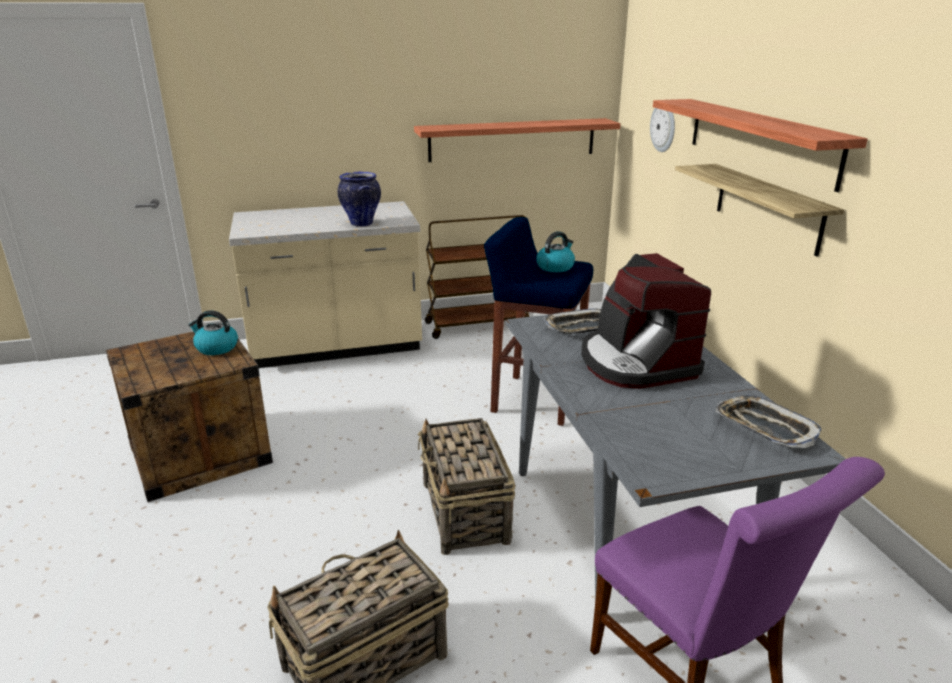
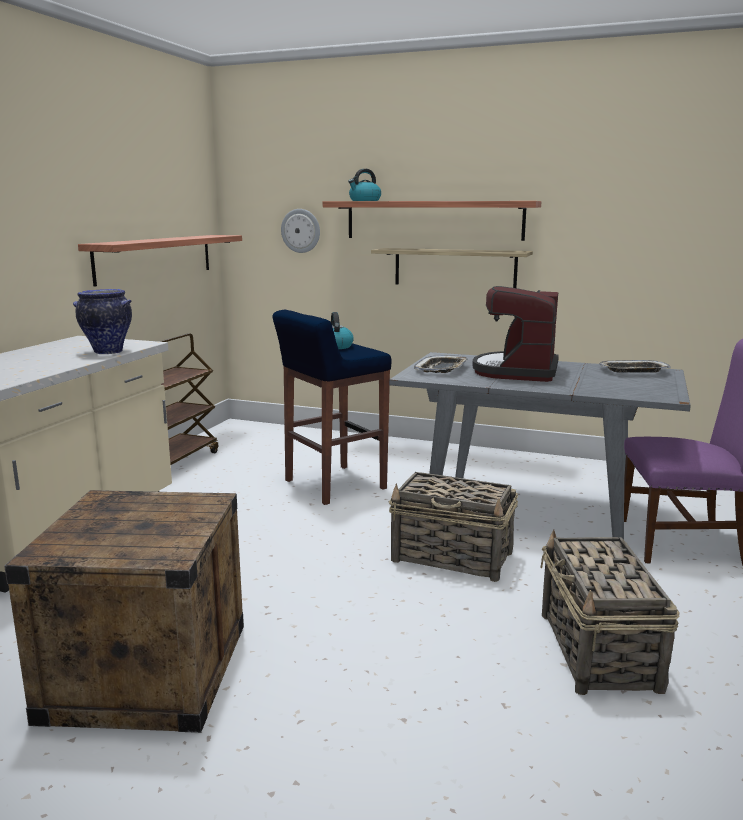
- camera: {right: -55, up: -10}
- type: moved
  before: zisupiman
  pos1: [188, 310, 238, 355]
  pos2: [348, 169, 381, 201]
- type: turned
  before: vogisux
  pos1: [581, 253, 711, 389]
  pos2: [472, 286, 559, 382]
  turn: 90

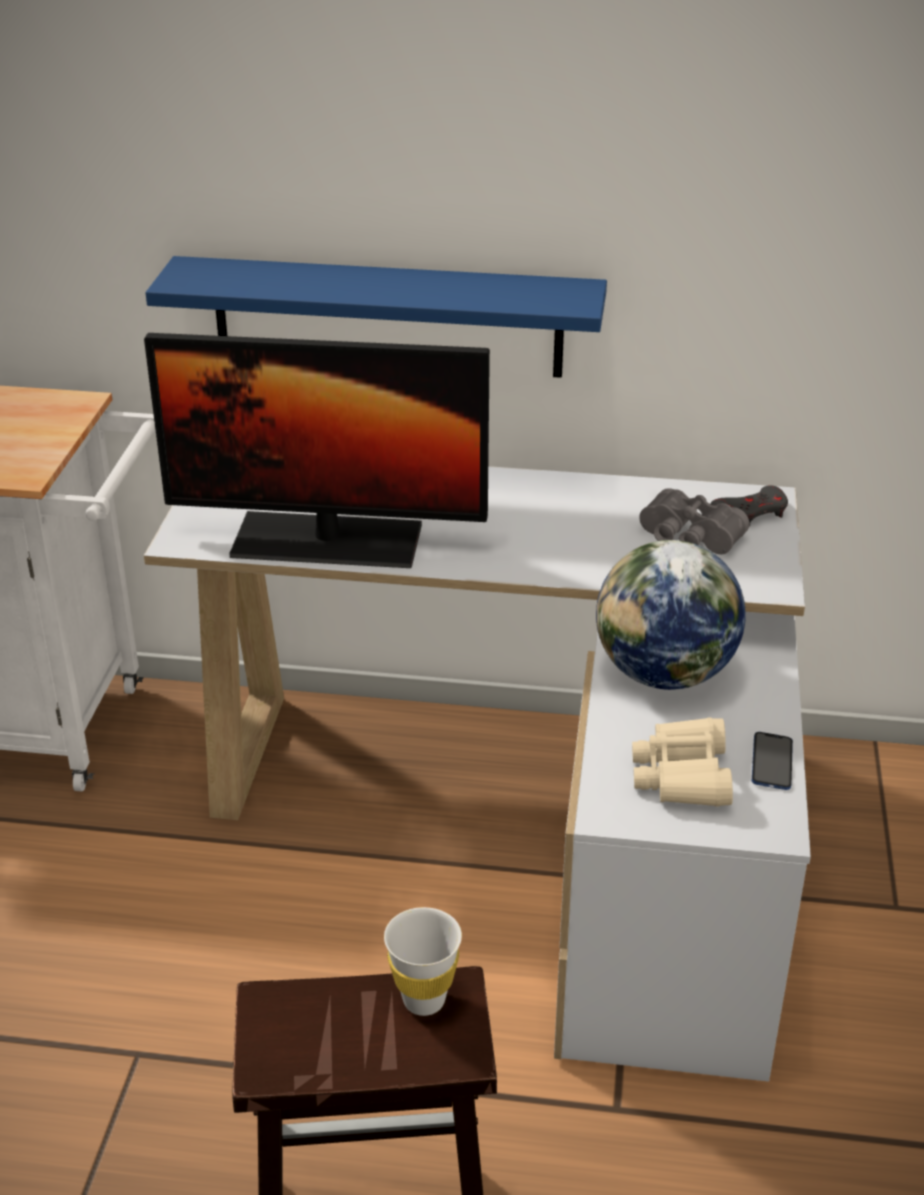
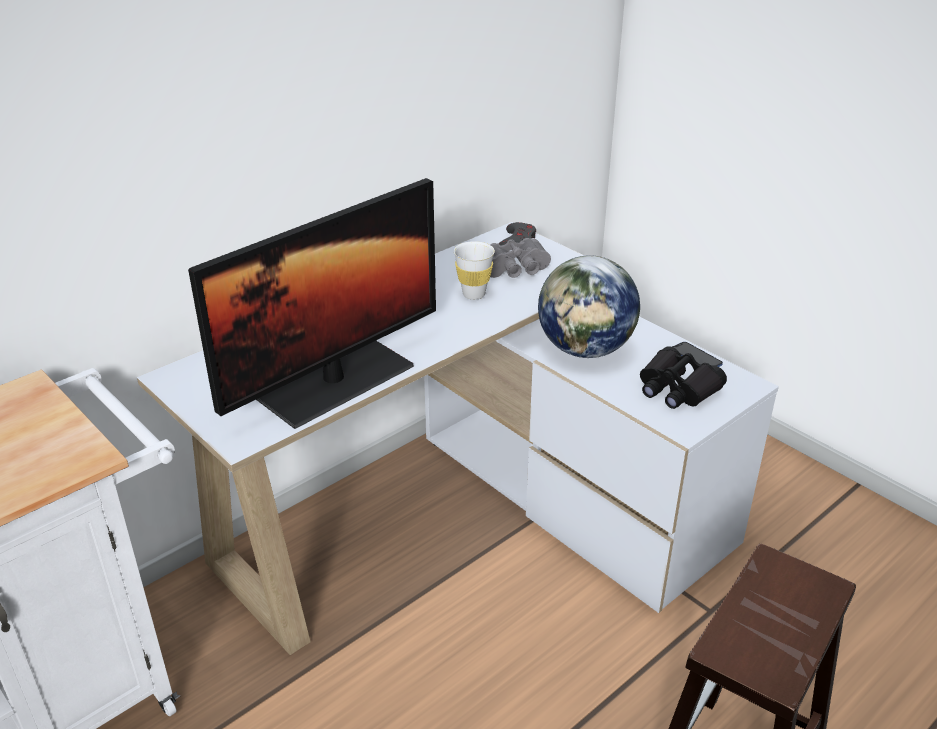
- camera: {right: -50, up: 0}
- type: moved
  before: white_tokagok
  pos1: [384, 907, 462, 1016]
  pos2: [454, 241, 495, 300]
- type: recoloured
  before: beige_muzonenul
  after: black_muzonenul
  pos1: [632, 718, 733, 807]
  pos2: [640, 346, 727, 409]
- type: removed
  before: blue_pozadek
  pos1: [146, 256, 607, 378]

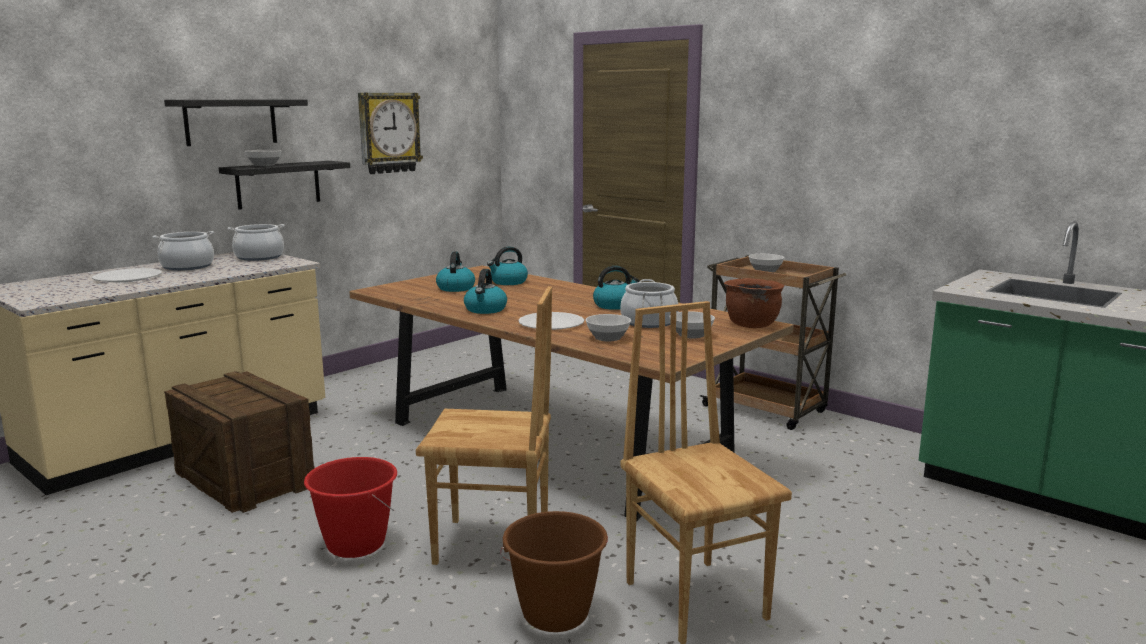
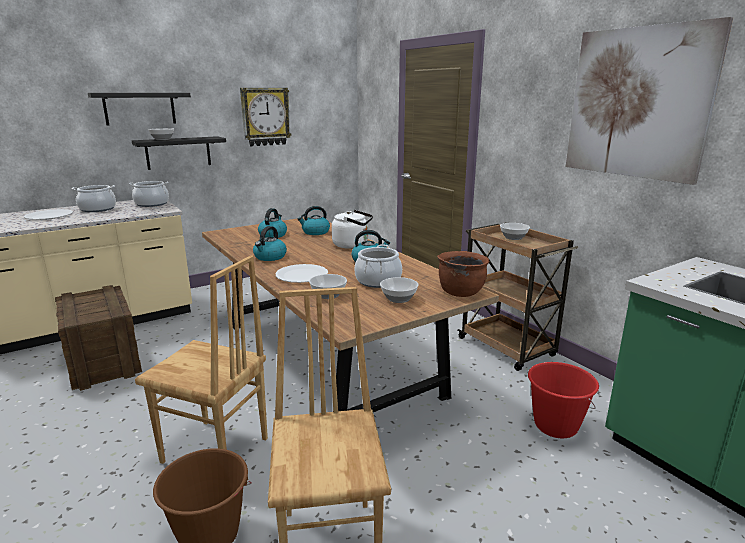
- camera: {right: 15, up: 5}
- type: added
  after: white_zisupiman
  pos2: [332, 210, 373, 249]
- type: moved
  before: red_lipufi
  pos1: [304, 457, 397, 558]
  pos2: [528, 362, 599, 438]
- type: added
  after: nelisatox
  pos2: [566, 17, 733, 185]

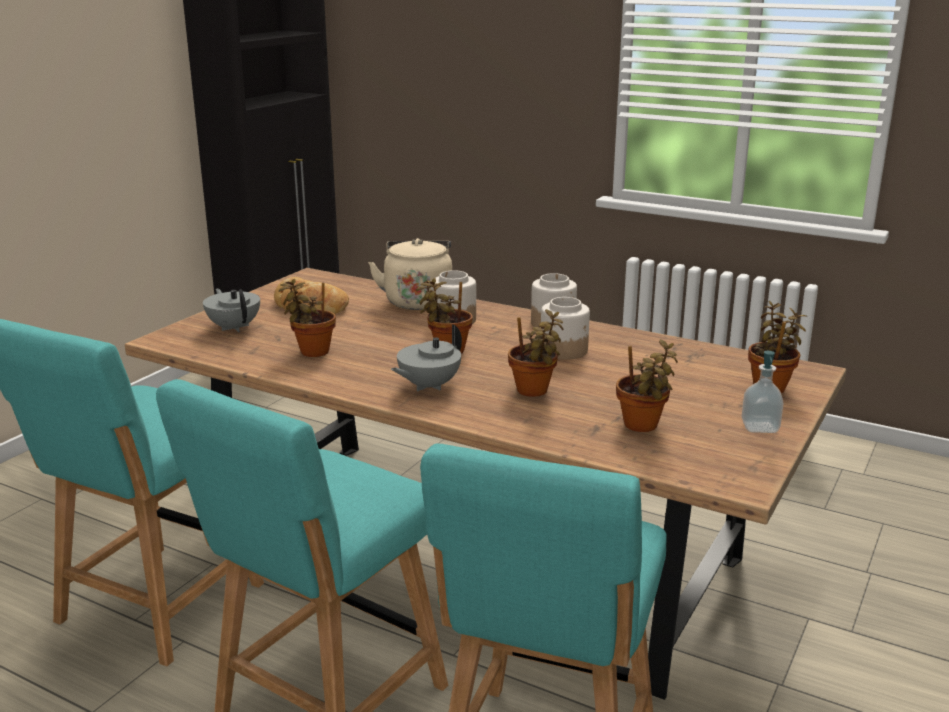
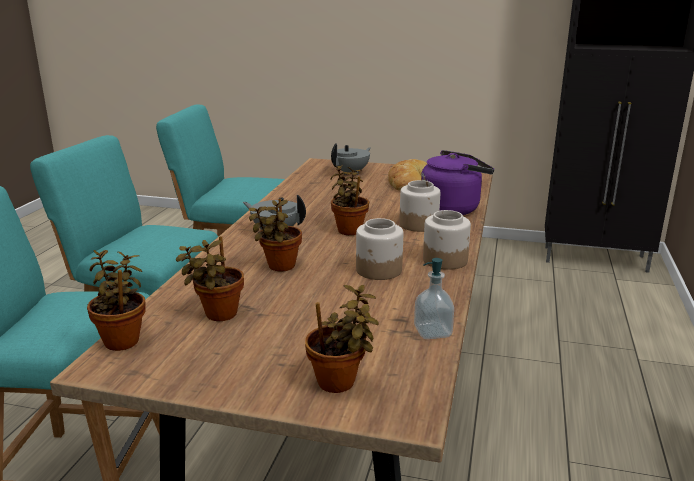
- camera: {right: 75, up: 0}
- type: moved
  before: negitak
  pos1: [279, 279, 336, 357]
  pos2: [87, 250, 146, 351]
- type: moved
  before: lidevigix
  pos1: [742, 351, 783, 433]
  pos2: [414, 258, 454, 339]
- type: recoloured
  before: beige_zisupiman
  after: purple_zisupiman
  pos1: [368, 238, 452, 310]
  pos2: [421, 150, 494, 215]

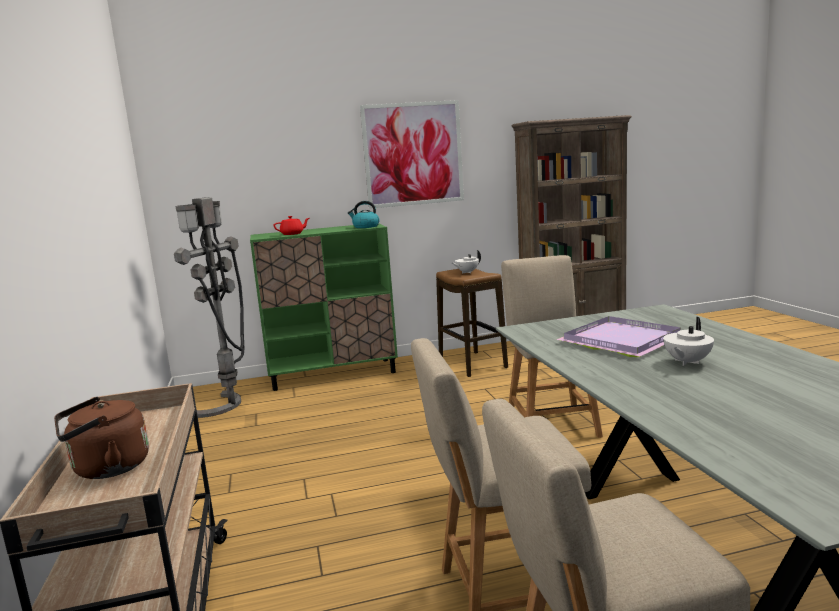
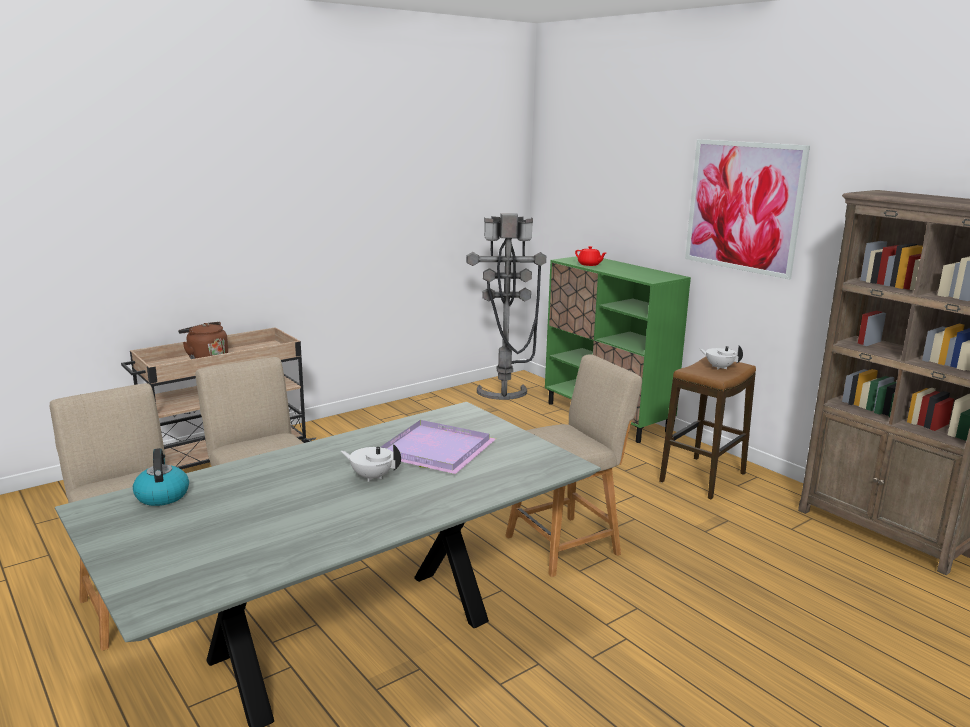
- camera: {right: 65, up: 5}
- type: moved
  before: zisupiman
  pos1: [348, 201, 379, 228]
  pos2: [133, 448, 189, 506]

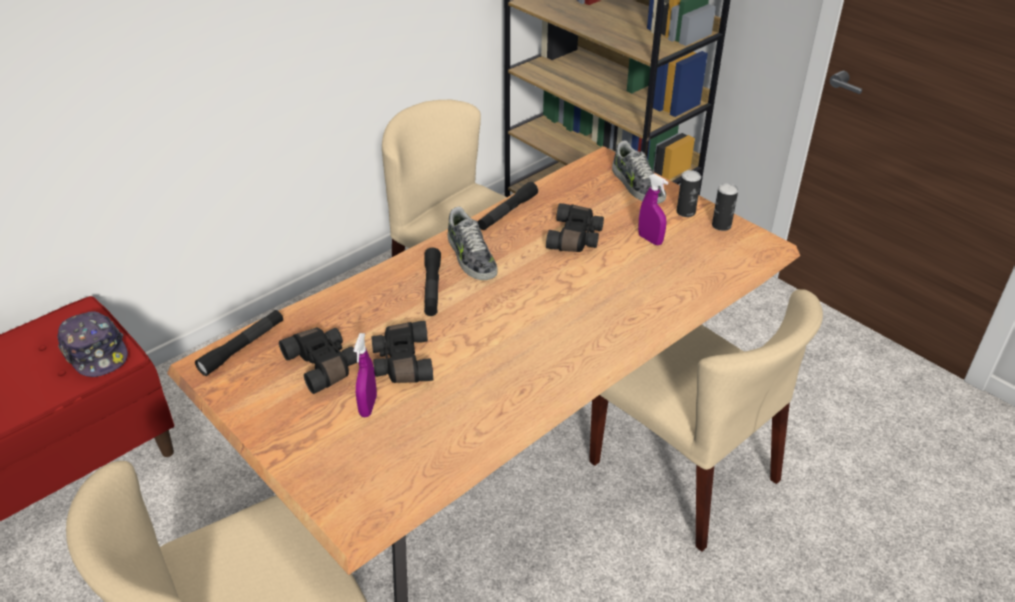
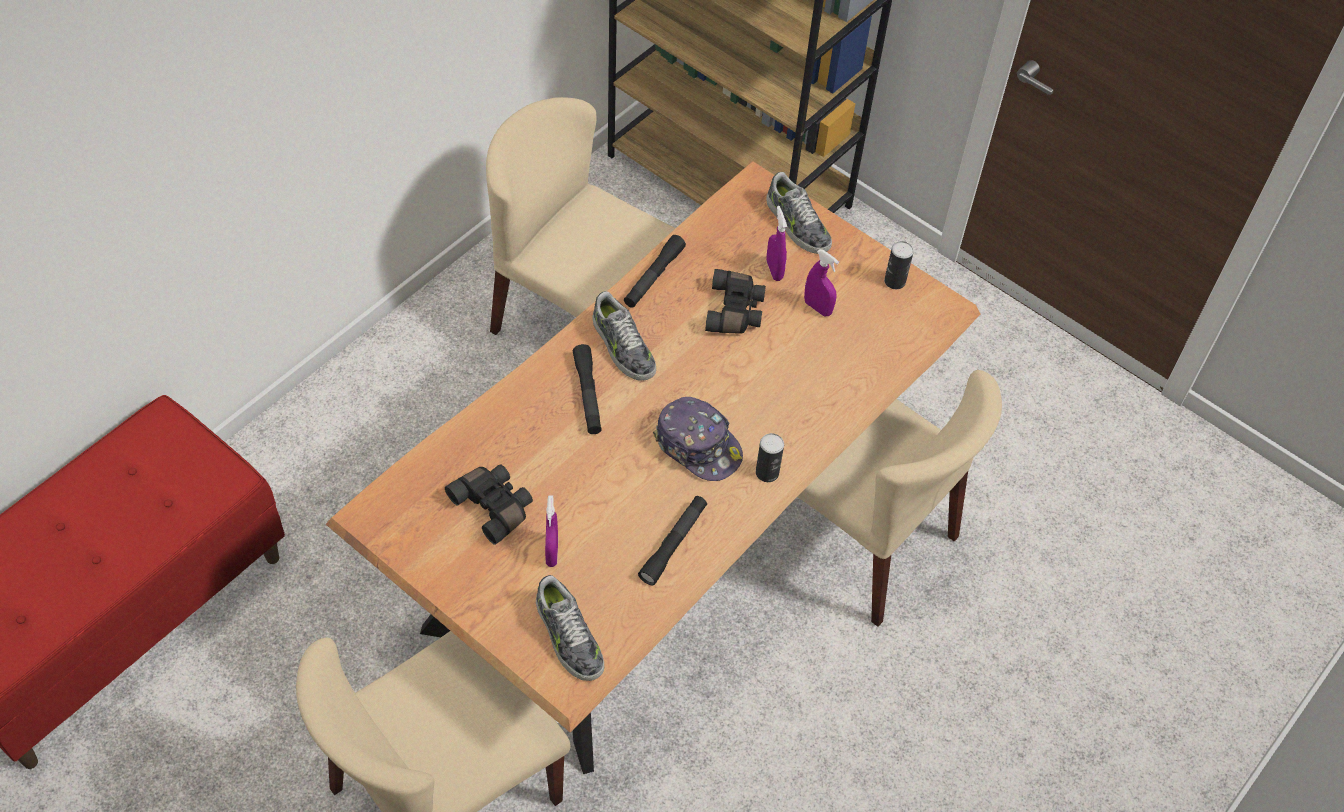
- camera: {right: -10, up: 15}
- type: added
  after: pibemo
  pos2: [536, 575, 604, 681]
- type: moved
  before: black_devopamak
  pos1: [195, 310, 283, 376]
  pos2: [638, 496, 707, 585]
- type: moved
  before: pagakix
  pos1: [58, 311, 128, 377]
  pos2: [653, 397, 743, 481]
- type: moved
  before: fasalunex
  pos1: [677, 170, 701, 217]
  pos2: [756, 433, 784, 482]
- type: added
  after: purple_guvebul
  pos2: [767, 206, 787, 281]
- type: removed
  before: black_muzonenul
  pos1: [371, 321, 433, 383]

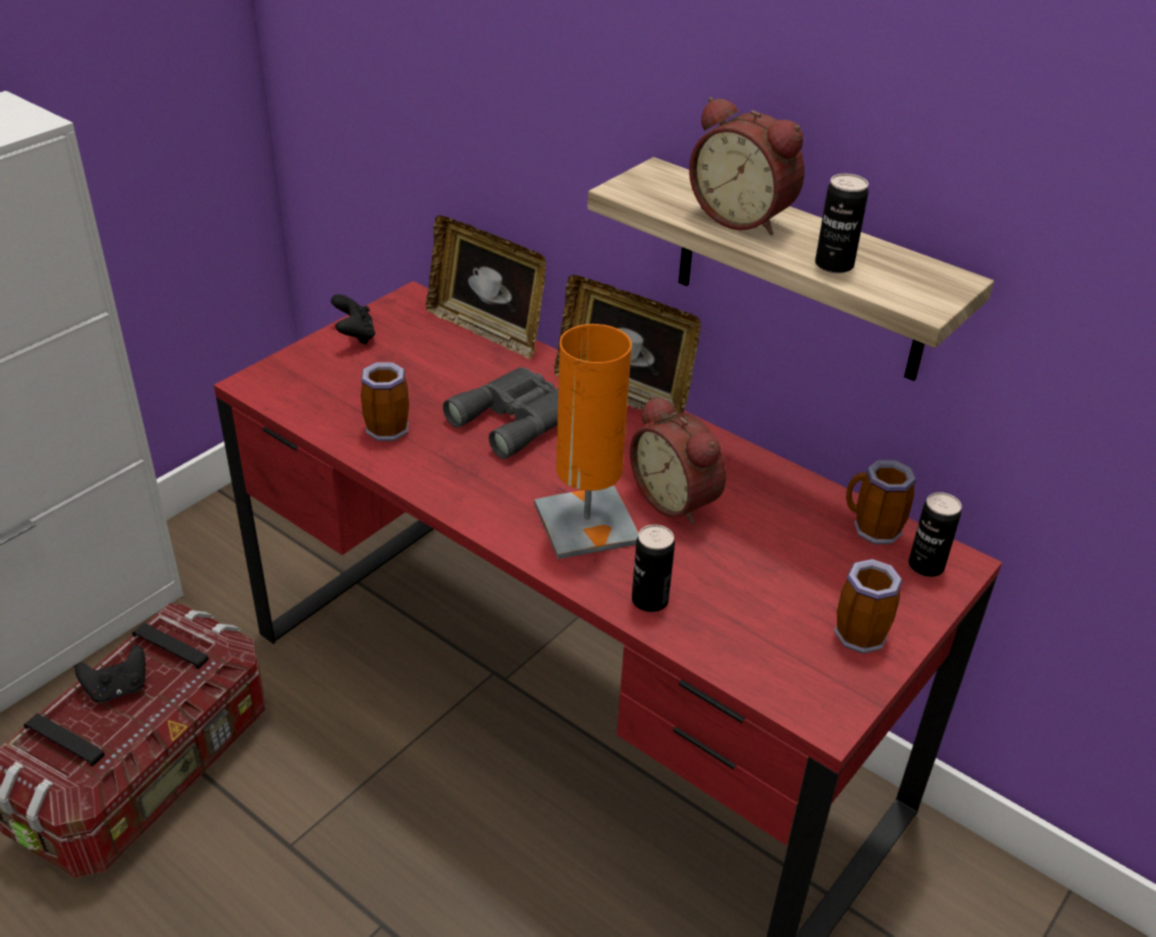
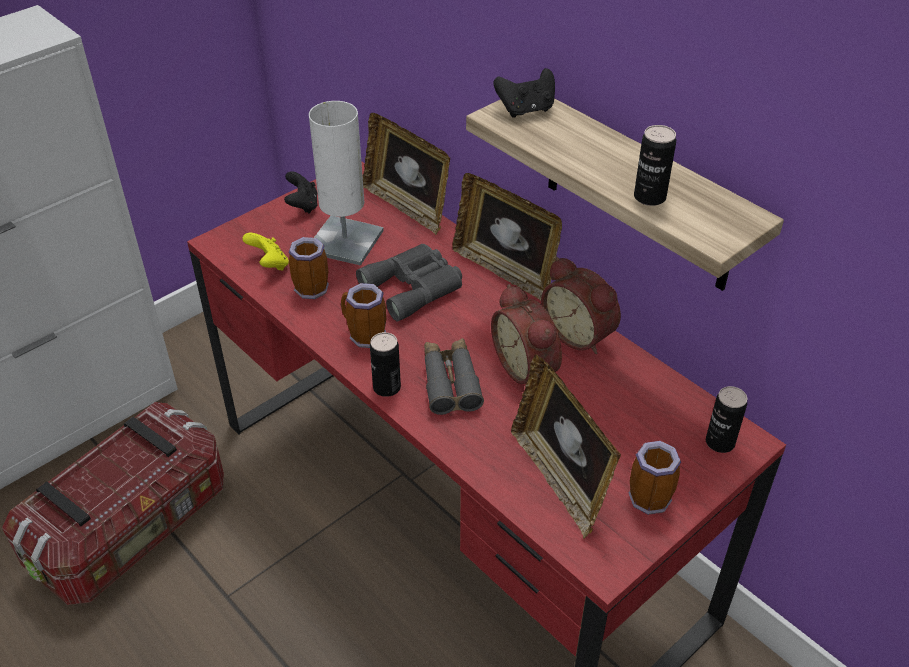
- camera: {right: 10, up: 5}
- type: added
  after: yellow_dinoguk
  pos2: [242, 233, 289, 271]
- type: added
  after: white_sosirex
  pos2: [309, 101, 384, 266]
- type: moved
  before: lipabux
  pos1: [846, 460, 916, 544]
  pos2: [341, 283, 386, 348]
- type: moved
  before: fasalunex
  pos1: [632, 525, 675, 612]
  pos2: [370, 332, 401, 397]
- type: replaced
  before: orange_sosirex
  after: grey_muzonenul
  pos1: [534, 324, 639, 559]
  pos2: [424, 338, 484, 415]
- type: moved
  before: black_dinoguk
  pos1: [75, 645, 145, 703]
  pos2: [493, 68, 555, 118]
- type: added
  after: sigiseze
  pos2: [511, 355, 621, 538]
- type: moved
  before: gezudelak
  pos1: [689, 97, 805, 235]
  pos2: [541, 257, 621, 354]

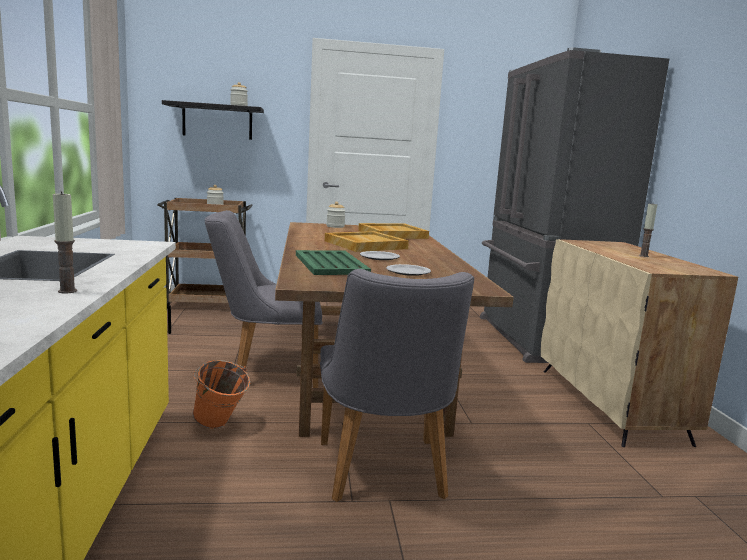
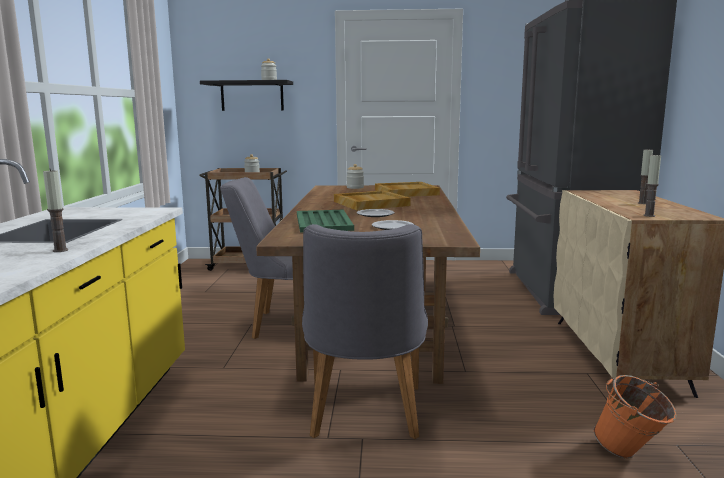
- camera: {right: 10, up: 0}
- type: moved
  before: orange_lipufi
  pos1: [193, 360, 250, 429]
  pos2: [594, 375, 677, 458]
- type: added
  after: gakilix
  pos2: [643, 153, 661, 217]

